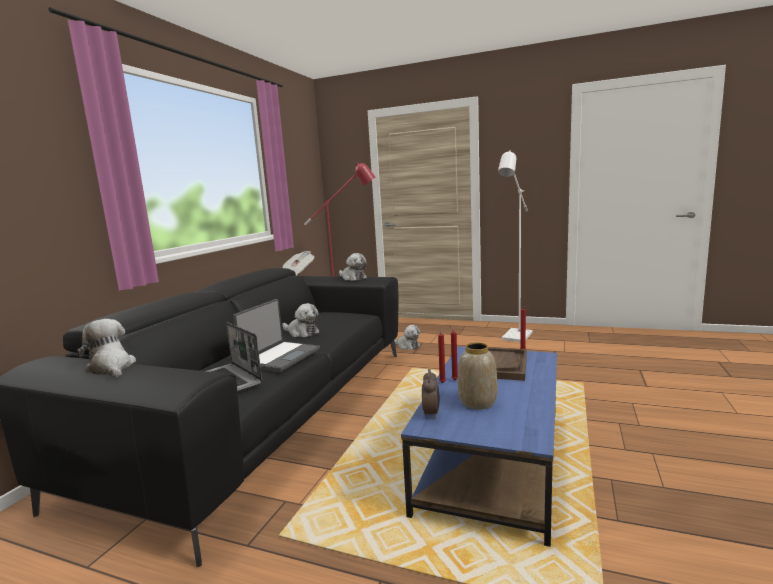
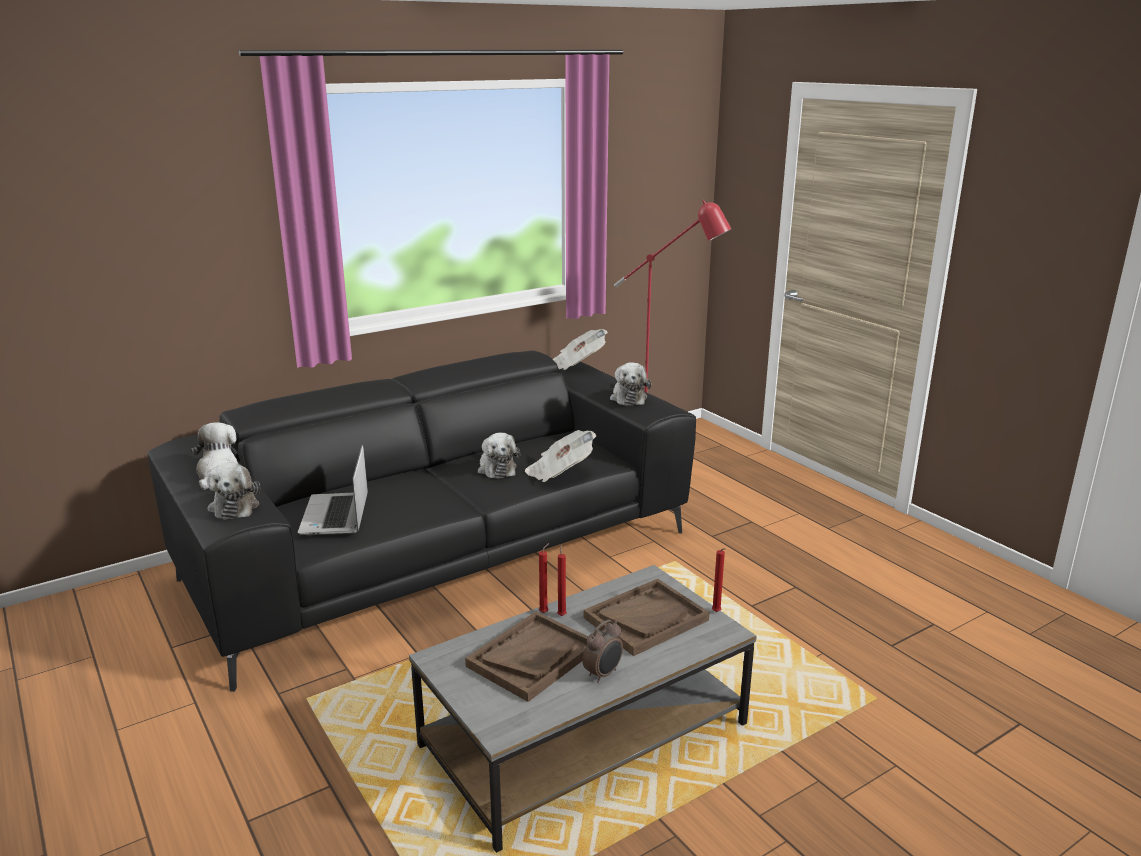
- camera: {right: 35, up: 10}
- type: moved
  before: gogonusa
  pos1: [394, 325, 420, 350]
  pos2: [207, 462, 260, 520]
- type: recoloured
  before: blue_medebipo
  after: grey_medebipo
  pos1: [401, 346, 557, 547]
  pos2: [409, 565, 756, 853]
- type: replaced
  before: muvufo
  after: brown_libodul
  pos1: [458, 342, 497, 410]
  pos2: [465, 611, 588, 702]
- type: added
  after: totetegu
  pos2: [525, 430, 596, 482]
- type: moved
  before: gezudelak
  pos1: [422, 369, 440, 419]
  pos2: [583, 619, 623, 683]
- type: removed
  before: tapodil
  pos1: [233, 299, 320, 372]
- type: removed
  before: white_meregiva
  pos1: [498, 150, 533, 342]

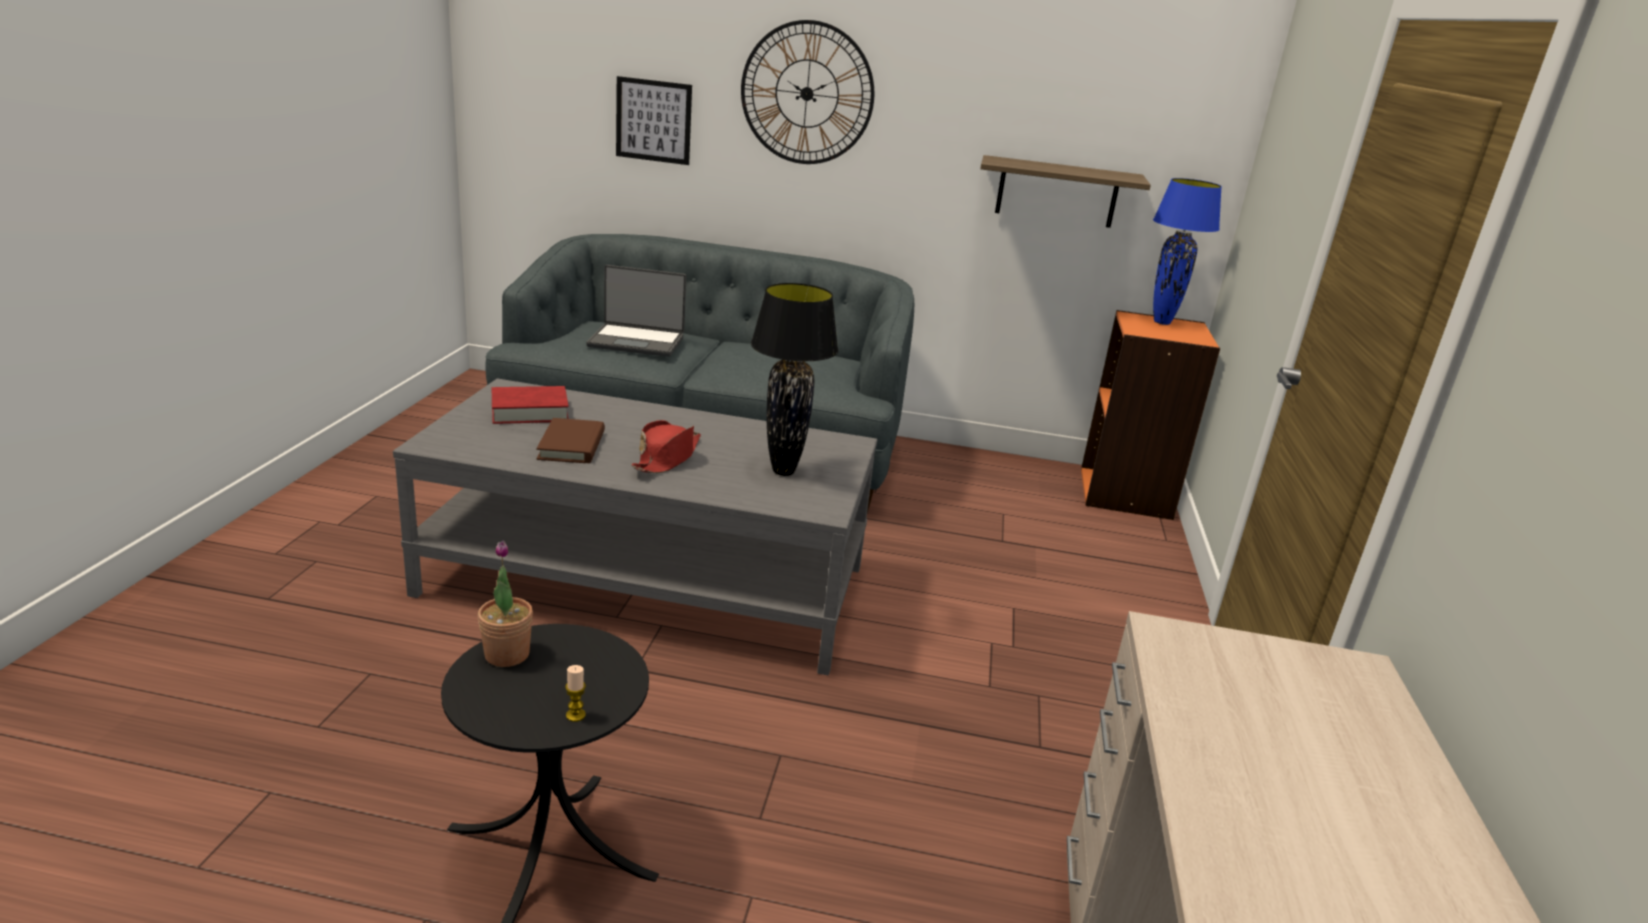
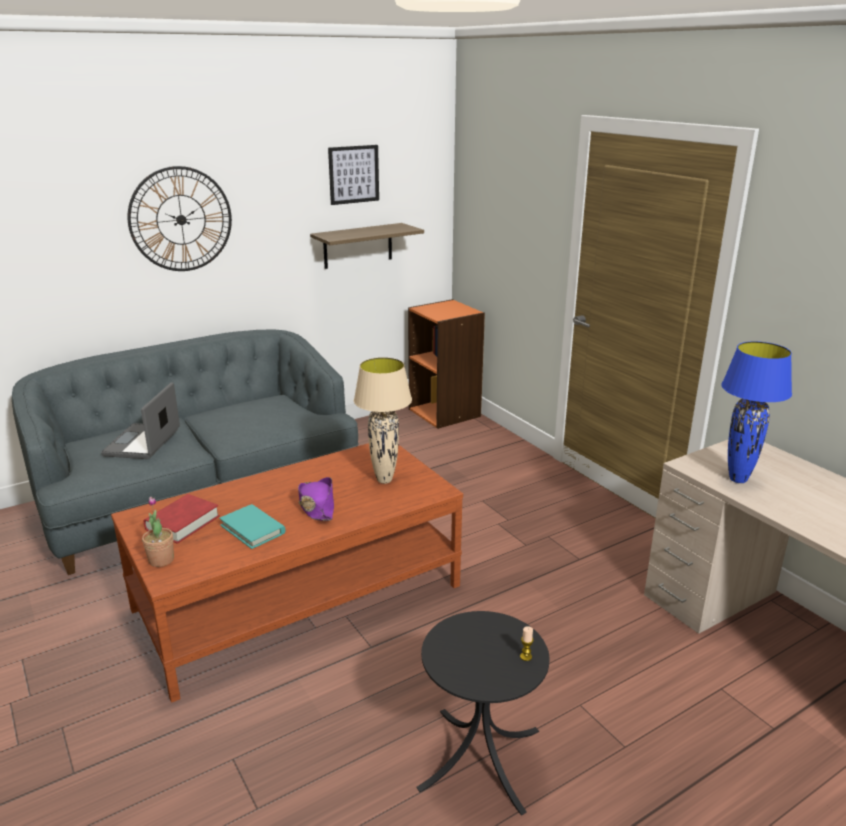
- camera: {right: -40, up: 0}
- type: turned
  before: tapodil
  pos1: [586, 265, 686, 357]
  pos2: [101, 382, 180, 459]
  turn: 135
- type: recoloured
  before: grey_medebipo
  after: brown_medebipo
  pos1: [393, 378, 877, 675]
  pos2: [111, 443, 463, 702]
- type: moved
  before: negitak
  pos1: [478, 541, 533, 667]
  pos2: [142, 497, 174, 567]
- type: recoloured
  before: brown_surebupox
  after: turquoise_surebupox
  pos1: [536, 418, 605, 463]
  pos2: [219, 504, 286, 549]
- type: recoloured
  before: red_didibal
  after: purple_didibal
  pos1: [631, 420, 701, 473]
  pos2: [298, 477, 334, 521]
- type: moved
  before: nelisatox
  pos1: [616, 76, 692, 165]
  pos2: [328, 145, 379, 205]
- type: recoloured
  before: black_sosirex
  after: beige_sosirex
  pos1: [751, 283, 838, 476]
  pos2: [354, 357, 412, 484]
- type: moved
  before: blue_sosirex
  pos1: [1153, 178, 1222, 325]
  pos2: [722, 341, 792, 483]

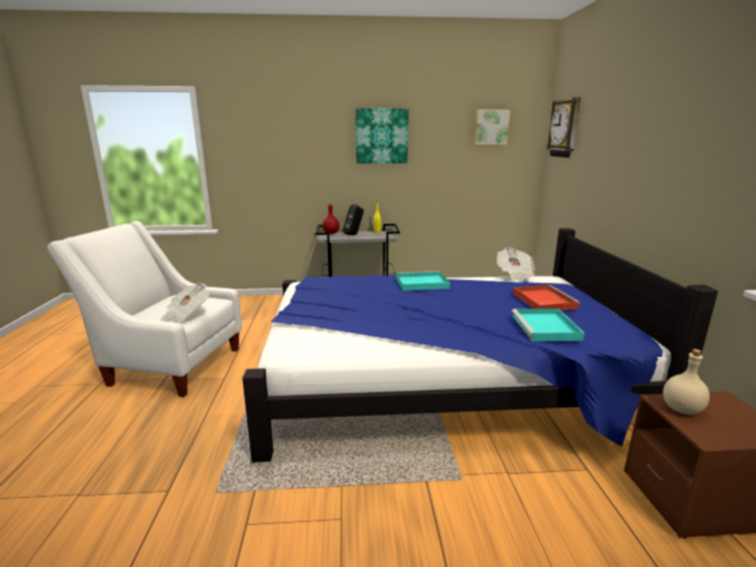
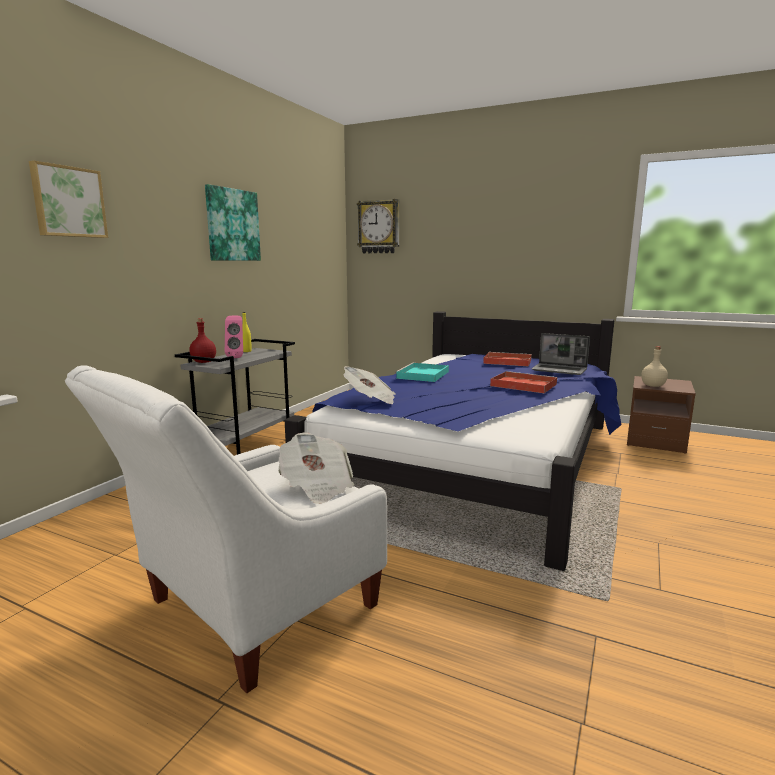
- camera: {right: -60, up: -5}
- type: moved
  before: nelisatox
  pos1: [473, 107, 512, 145]
  pos2: [29, 161, 108, 238]
- type: recoloured
  before: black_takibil
  after: pink_takibil
  pos1: [343, 204, 364, 235]
  pos2: [225, 316, 243, 358]
- type: moved
  before: totetegu
  pos1: [497, 247, 535, 281]
  pos2: [343, 366, 396, 404]
- type: added
  after: red_libodul
  pos2: [490, 371, 557, 393]
- type: replaced
  before: turquoise_libodul
  after: tapodil
  pos1: [512, 309, 584, 341]
  pos2: [532, 333, 590, 375]

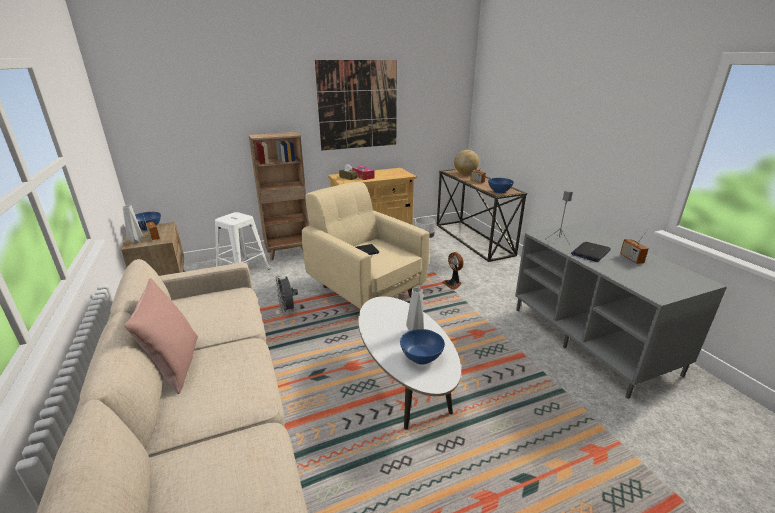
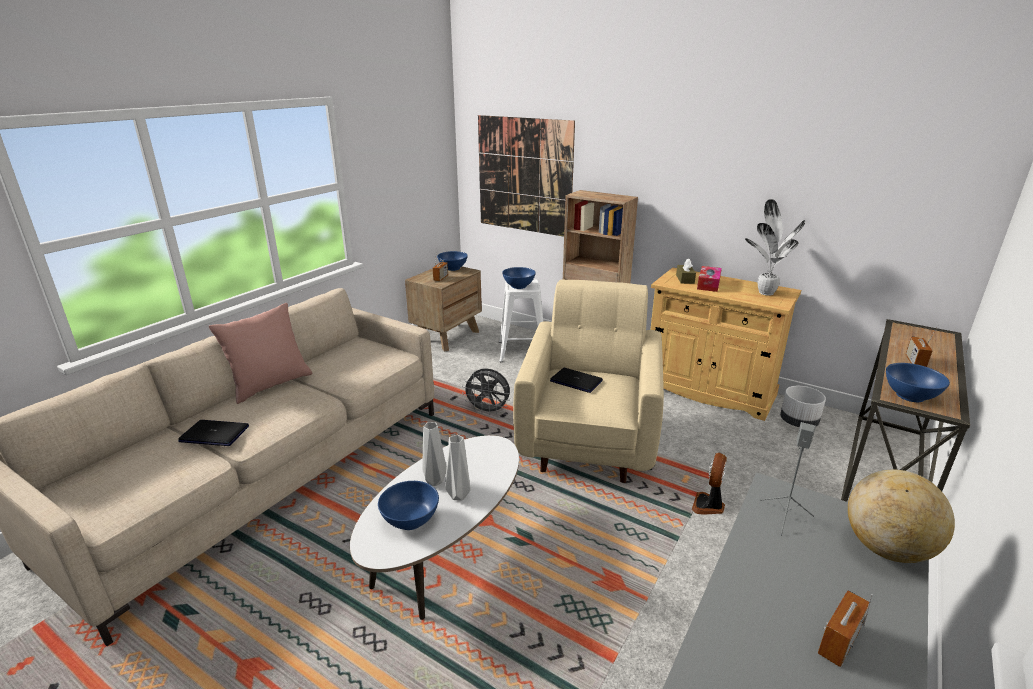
- camera: {right: 55, up: 0}
- type: moved
  before: tapodil
  pos1: [571, 242, 611, 262]
  pos2: [178, 420, 249, 446]
- type: moved
  before: grey_muvufo
  pos1: [122, 205, 143, 243]
  pos2: [422, 422, 447, 486]
- type: turned
  before: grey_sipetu
  pos1: [275, 275, 298, 315]
  pos2: [462, 369, 510, 415]
  turn: -105
- type: moved
  before: nelisatox
  pos1: [315, 60, 397, 151]
  pos2: [478, 115, 575, 237]
- type: added
  after: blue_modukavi
  pos2: [502, 267, 536, 289]
- type: added
  after: negitak
  pos2: [745, 199, 805, 296]
- type: moved
  before: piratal
  pos1: [454, 150, 479, 175]
  pos2: [848, 470, 955, 563]

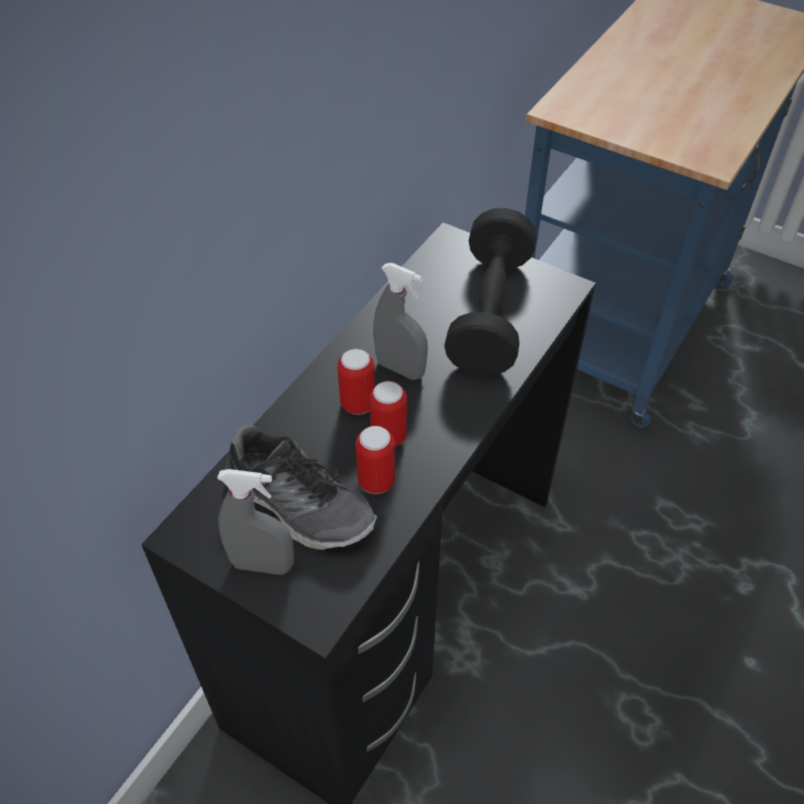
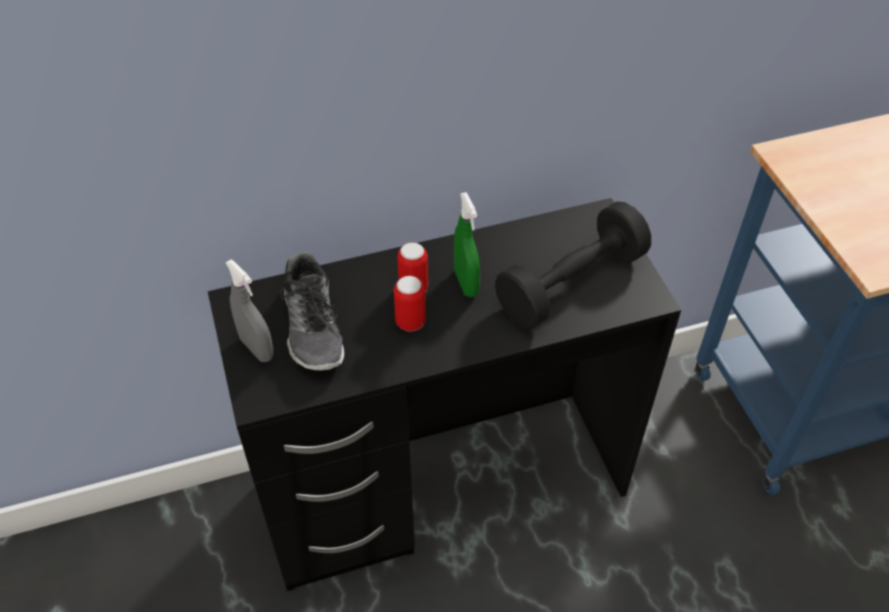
- camera: {right: 40, up: 0}
- type: recoloured
  before: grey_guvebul
  after: green_guvebul
  pos1: [373, 263, 428, 380]
  pos2: [454, 192, 480, 297]
- type: removed
  before: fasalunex
  pos1: [355, 426, 395, 494]

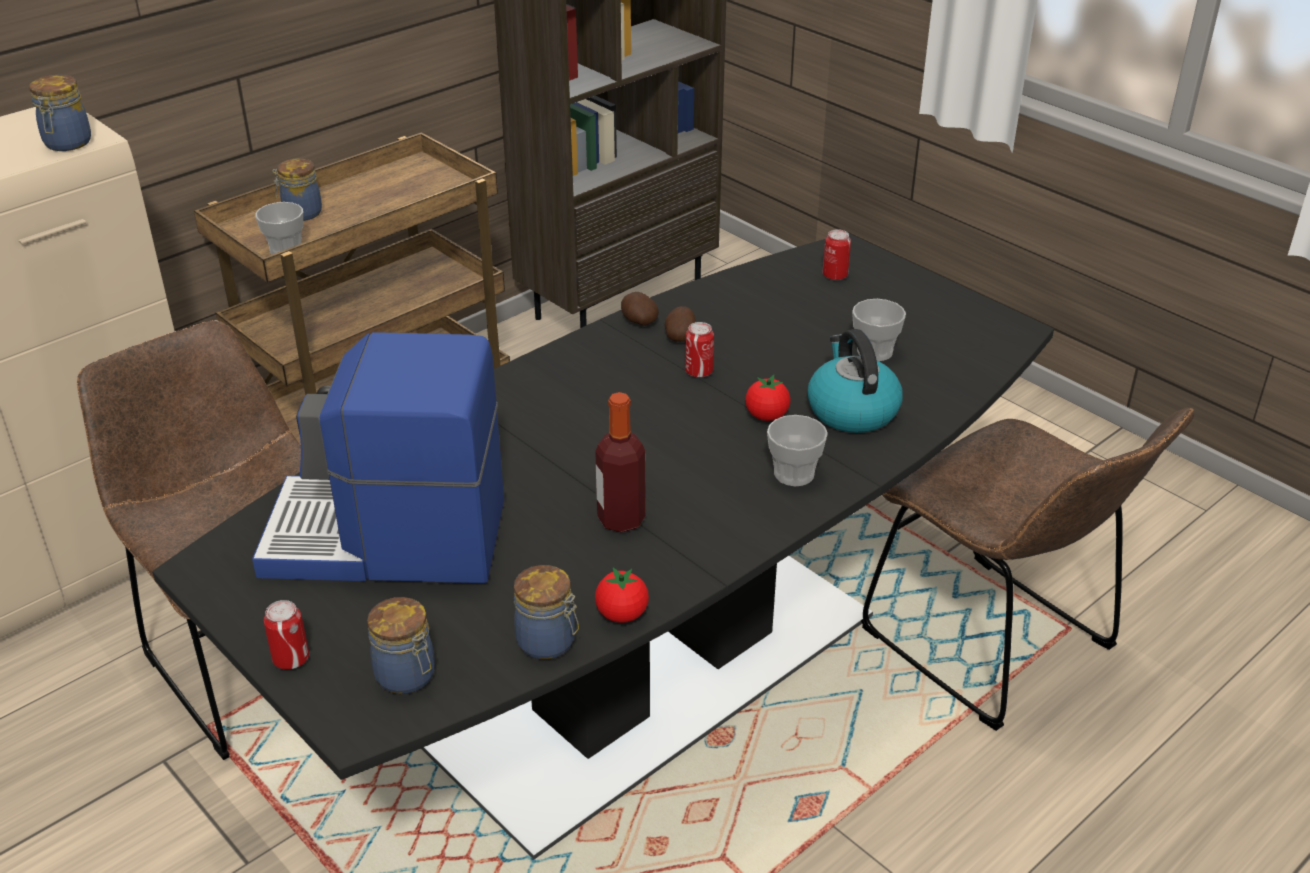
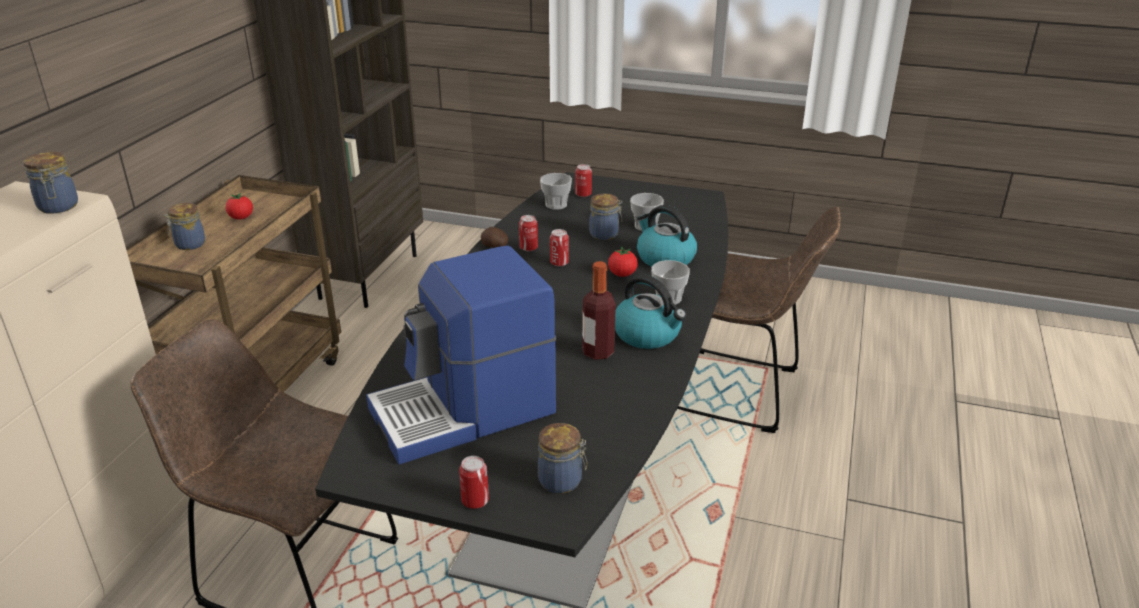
- camera: {right: -30, up: -5}
- type: moved
  before: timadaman
  pos1: [595, 567, 649, 623]
  pos2: [225, 193, 253, 220]
- type: replaced
  before: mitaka
  after: fasalunex
  pos1: [664, 306, 696, 342]
  pos2: [519, 215, 538, 251]
- type: moved
  before: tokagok
  pos1: [255, 202, 303, 254]
  pos2: [540, 173, 572, 210]
- type: moved
  before: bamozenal
  pos1: [514, 565, 579, 660]
  pos2: [589, 194, 622, 240]
- type: added
  after: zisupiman
  pos2: [615, 274, 686, 349]

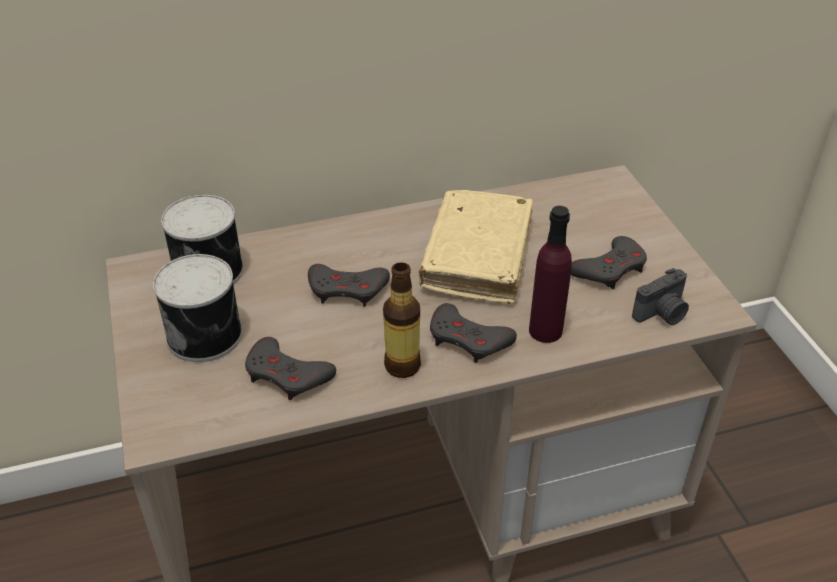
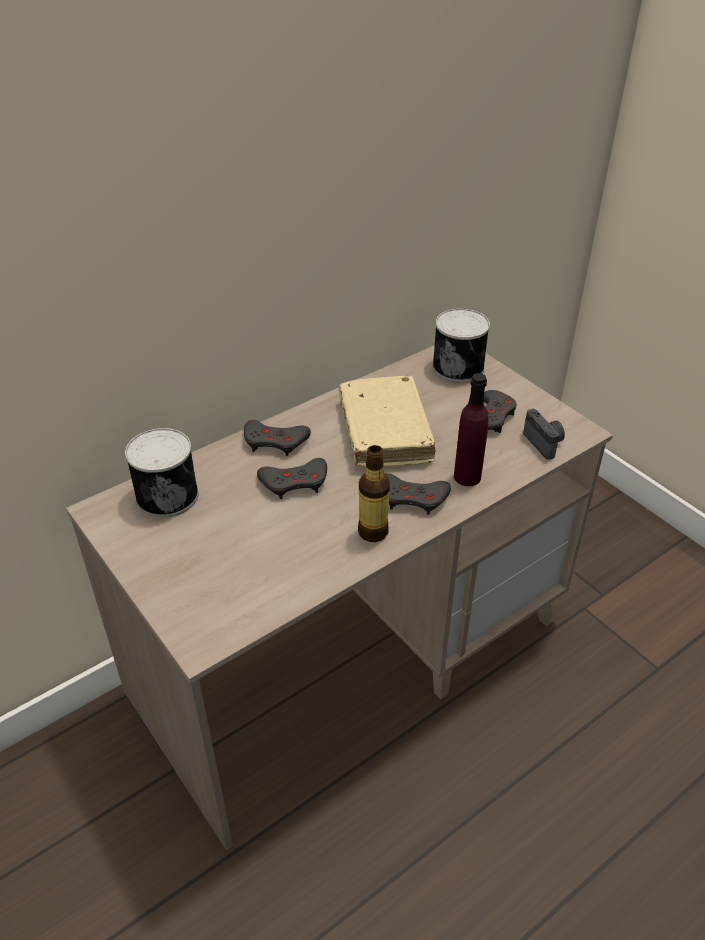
- camera: {right: -20, up: 0}
- type: moved
  before: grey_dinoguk
  pos1: [245, 337, 336, 400]
  pos2: [244, 420, 311, 456]
- type: moved
  before: fasalunex
  pos1: [153, 254, 242, 362]
  pos2: [432, 308, 490, 383]
- type: turned
  before: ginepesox
  pos1: [632, 268, 689, 325]
  pos2: [523, 409, 565, 460]
  turn: -60

